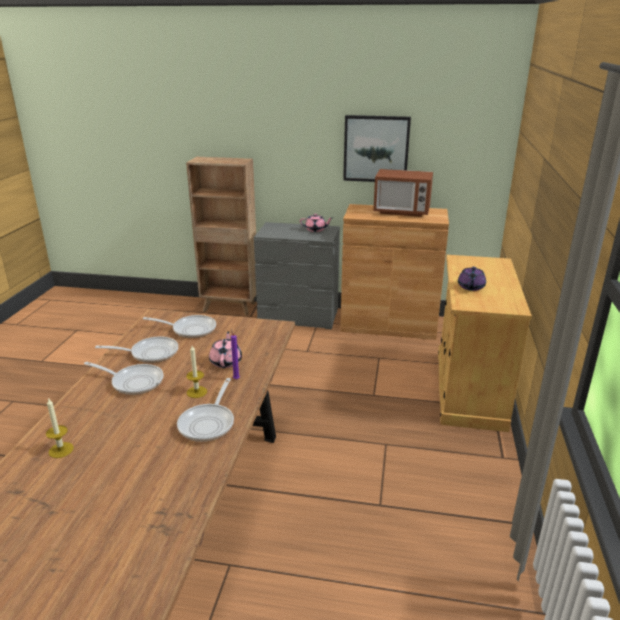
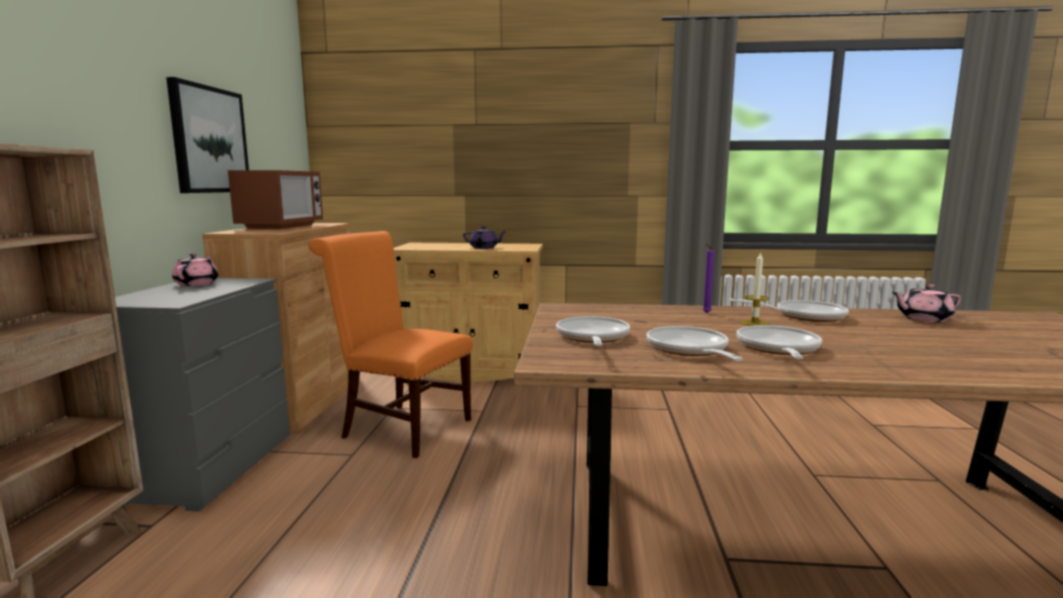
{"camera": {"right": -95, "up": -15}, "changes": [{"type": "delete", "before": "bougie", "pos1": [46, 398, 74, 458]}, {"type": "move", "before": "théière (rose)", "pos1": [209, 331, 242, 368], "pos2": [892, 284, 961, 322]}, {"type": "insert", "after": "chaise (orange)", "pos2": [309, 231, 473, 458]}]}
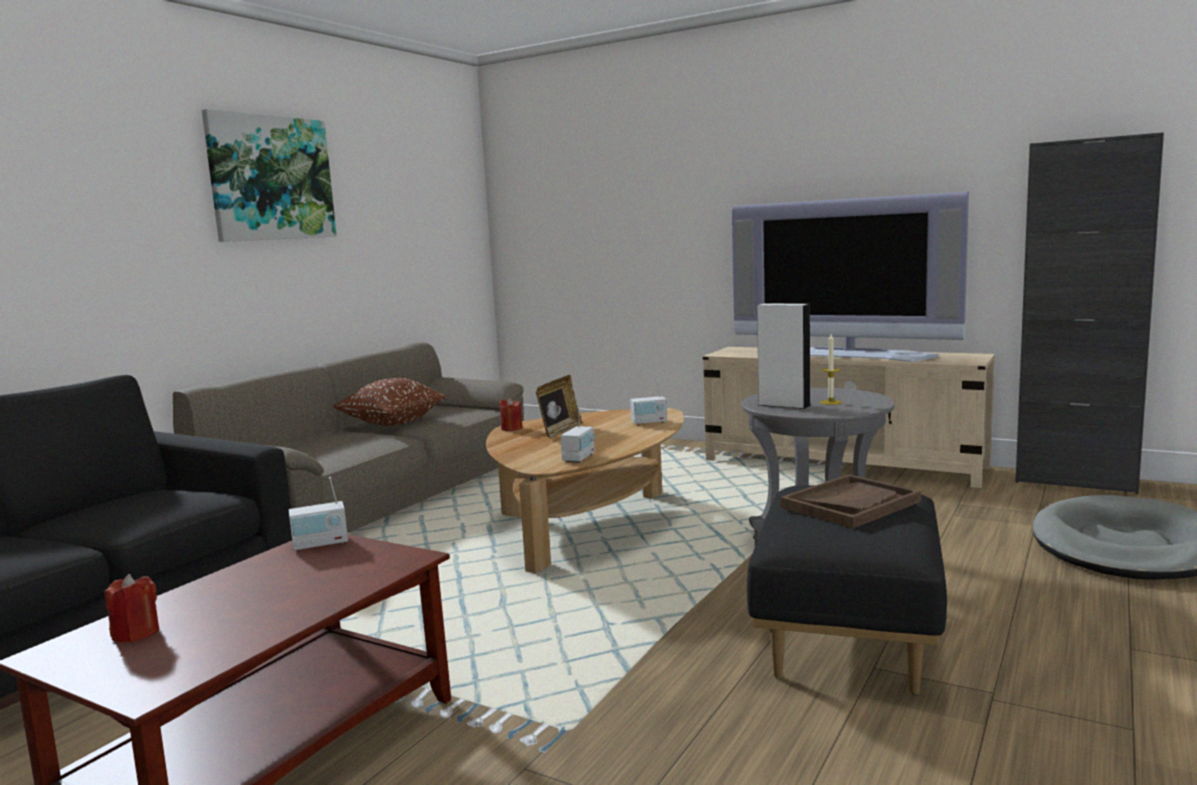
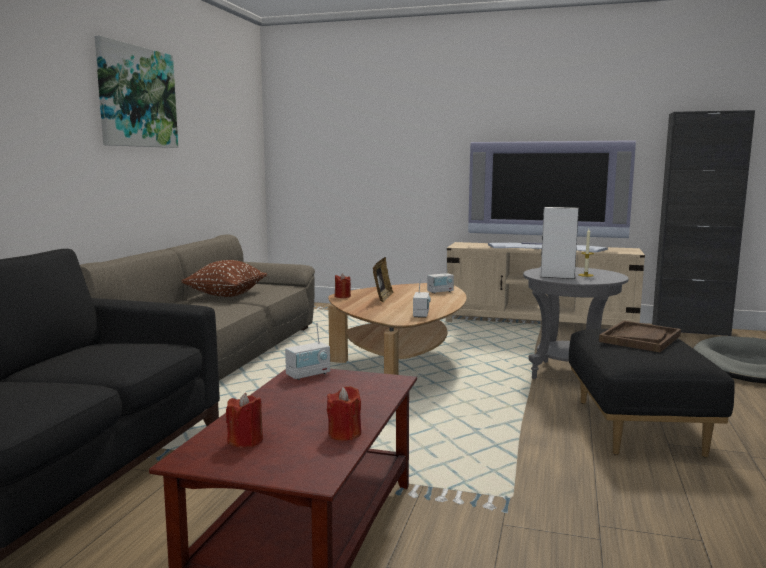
{"camera": {"right": -15, "up": 0}, "changes": [{"type": "insert", "after": "bougie (rouge)", "pos2": [327, 386, 361, 441]}]}
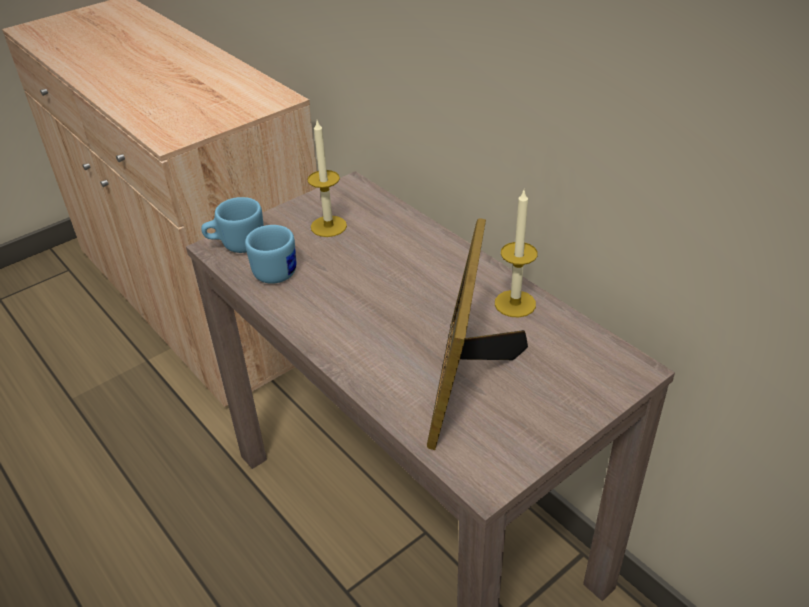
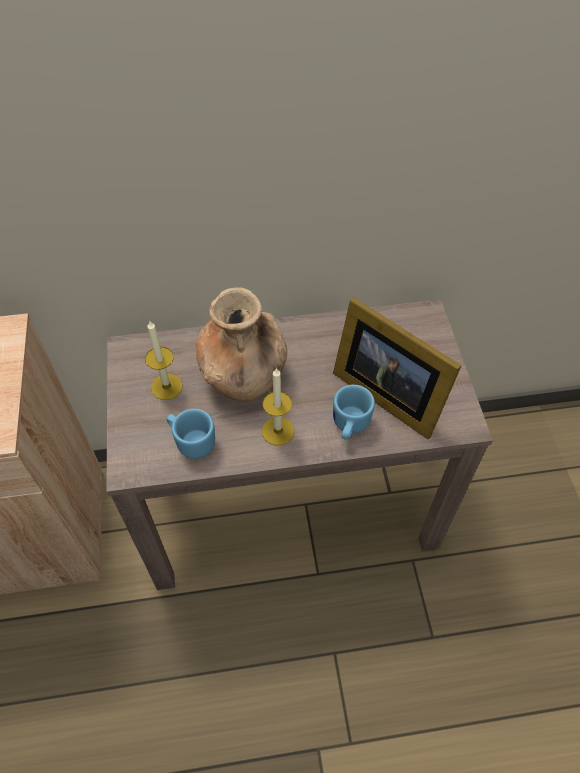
{"camera": {"right": -60, "up": 15}, "changes": [{"type": "move", "before": "mug (bleu)", "pos1": [201, 197, 264, 253], "pos2": [333, 385, 375, 440]}, {"type": "move", "before": "bougie", "pos1": [495, 190, 538, 318], "pos2": [262, 367, 295, 446]}, {"type": "insert", "after": "vase (marron)", "pos2": [196, 287, 287, 401]}]}
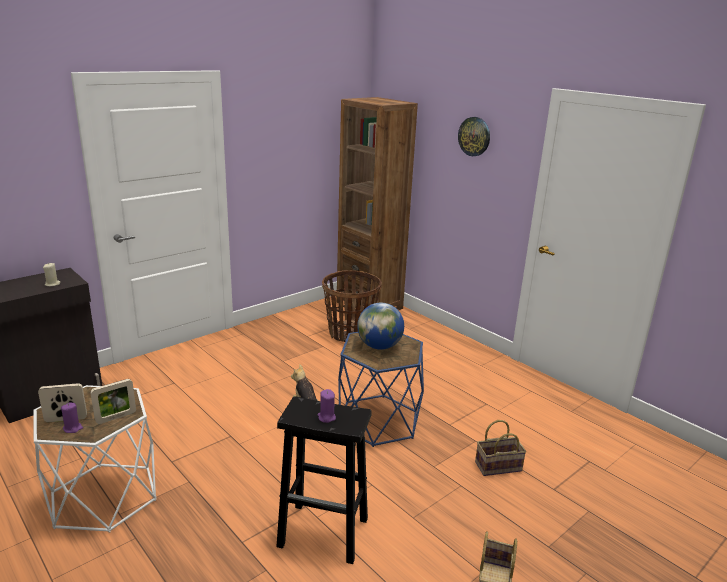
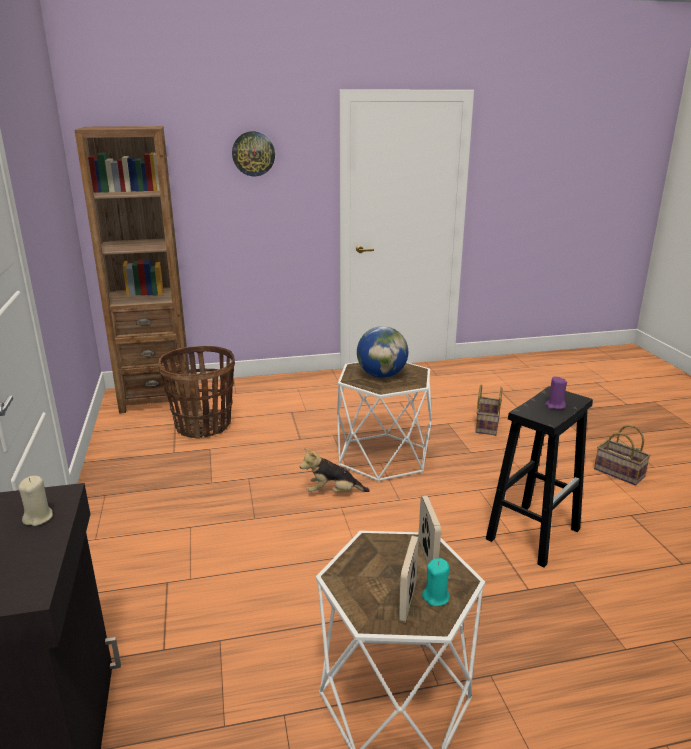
{"camera": {"right": -60, "up": 0}, "changes": [{"type": "recolor", "before": "bougie (violet)", "after": "bougie (turquoise)", "pos1": [61, 403, 83, 433], "pos2": [422, 558, 450, 606]}, {"type": "recolor", "before": "table d'appoint (bleu)", "after": "table d'appoint (blanc)", "pos1": [338, 332, 424, 447], "pos2": [337, 362, 432, 482]}]}
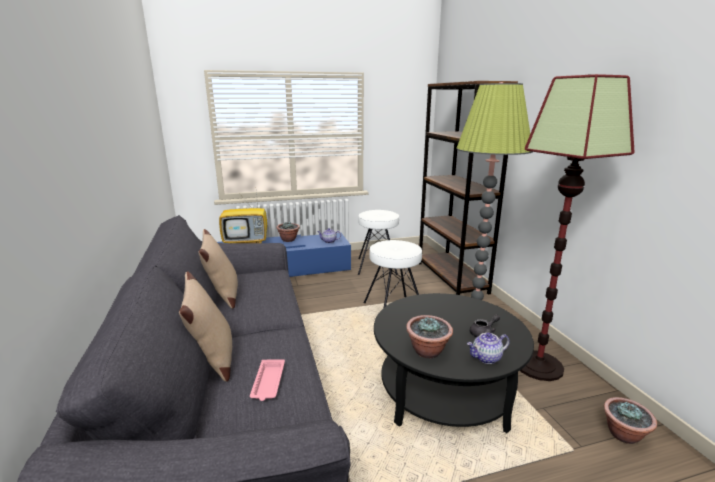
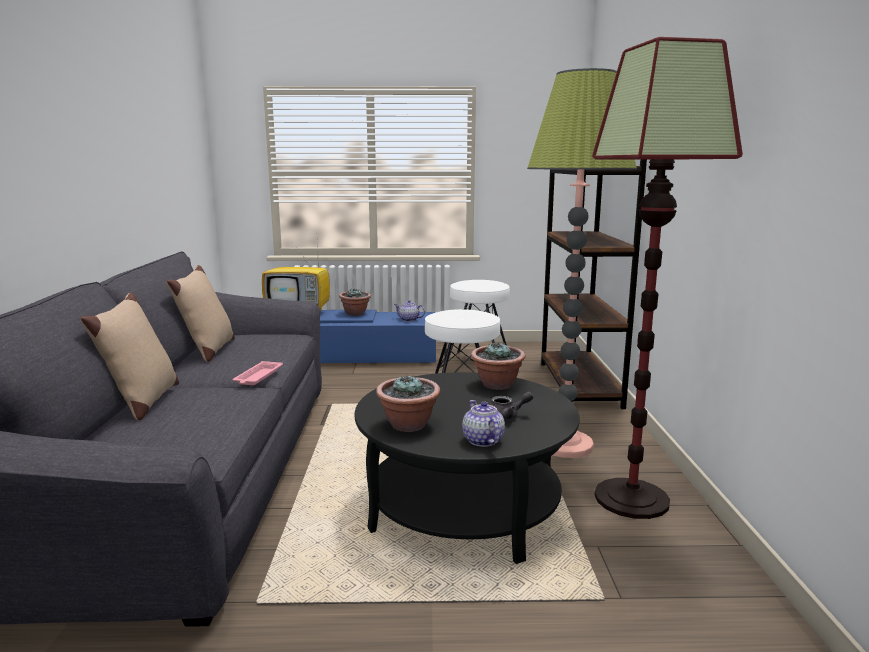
{"camera": {"right": 15, "up": -5}, "changes": [{"type": "move", "before": "plateau (rose)", "pos1": [250, 359, 285, 401], "pos2": [233, 361, 283, 385]}, {"type": "rotate", "before": "théière", "pos1": [467, 333, 510, 364], "pos2": [462, 400, 505, 447], "turn": 75}, {"type": "move", "before": "plante en pot", "pos1": [604, 397, 657, 444], "pos2": [471, 343, 525, 390]}]}
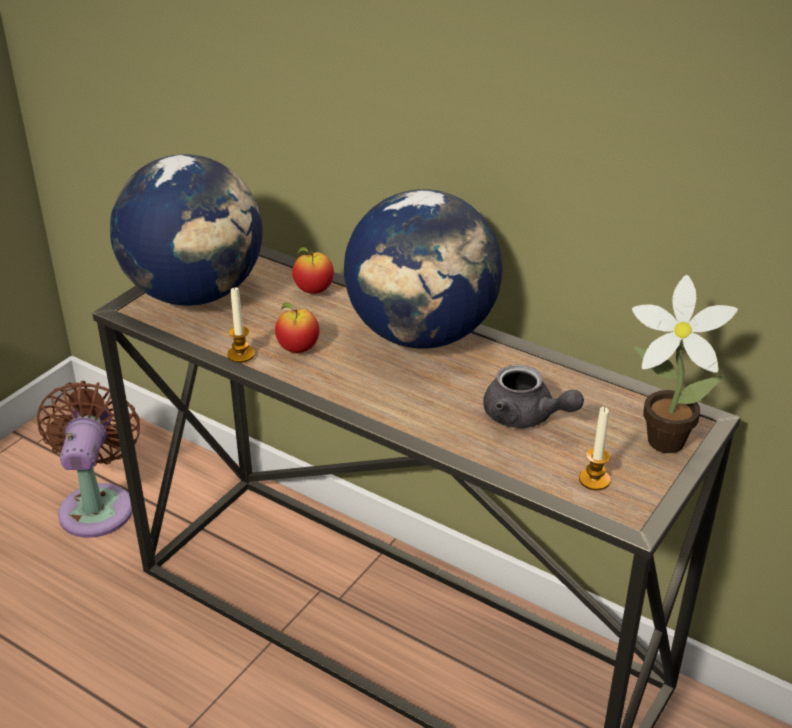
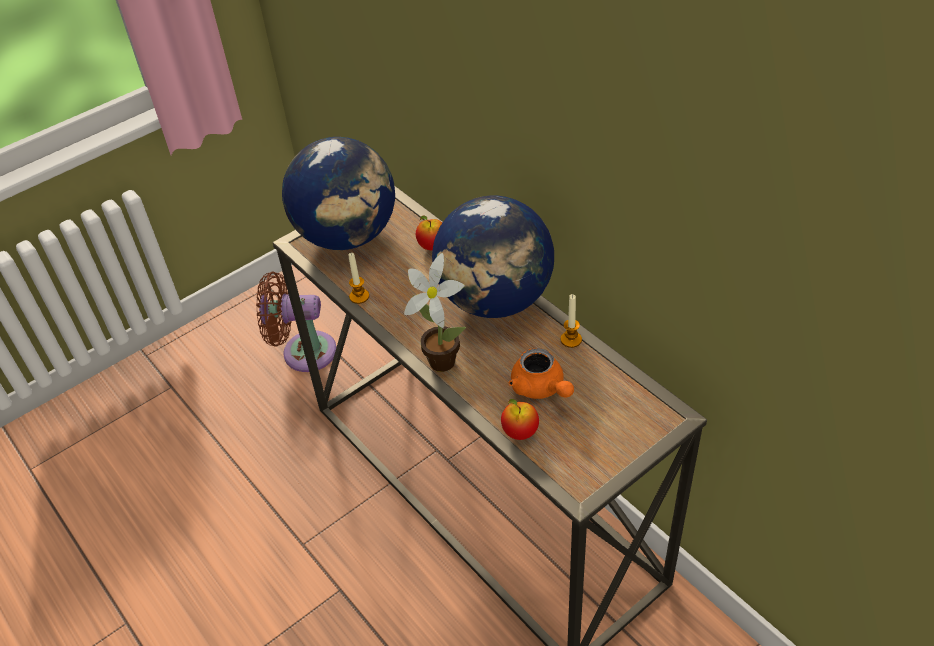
{"camera": {"right": 20, "up": 10}, "changes": [{"type": "rotate", "before": "ventilateur (marron)", "pos1": [37, 381, 140, 538], "pos2": [256, 272, 336, 372], "turn": -105}, {"type": "move", "before": "pomme", "pos1": [275, 302, 319, 353], "pos2": [501, 399, 539, 440]}, {"type": "recolor", "before": "théière (gris)", "after": "théière (orange)", "pos1": [483, 365, 584, 428], "pos2": [509, 348, 574, 399]}, {"type": "move", "before": "bougie", "pos1": [579, 407, 611, 490], "pos2": [561, 294, 582, 348]}, {"type": "move", "before": "plante en pot", "pos1": [632, 275, 738, 453], "pos2": [404, 253, 466, 372]}]}
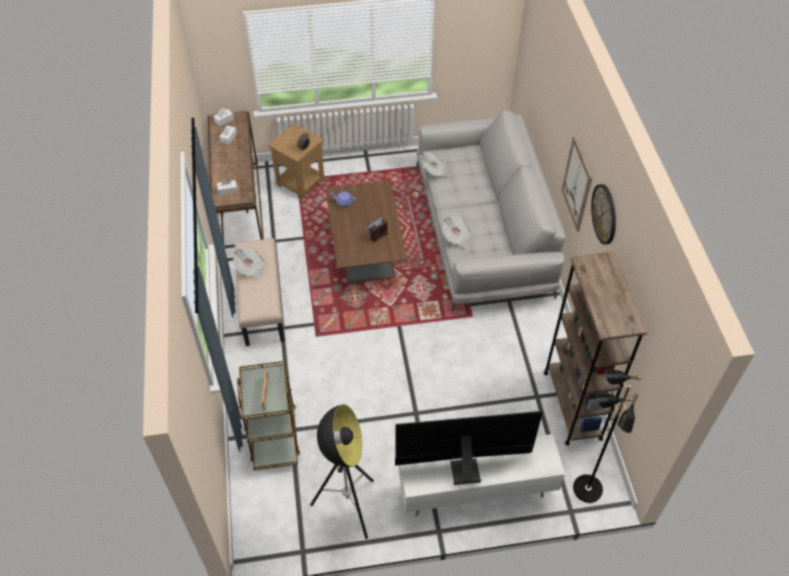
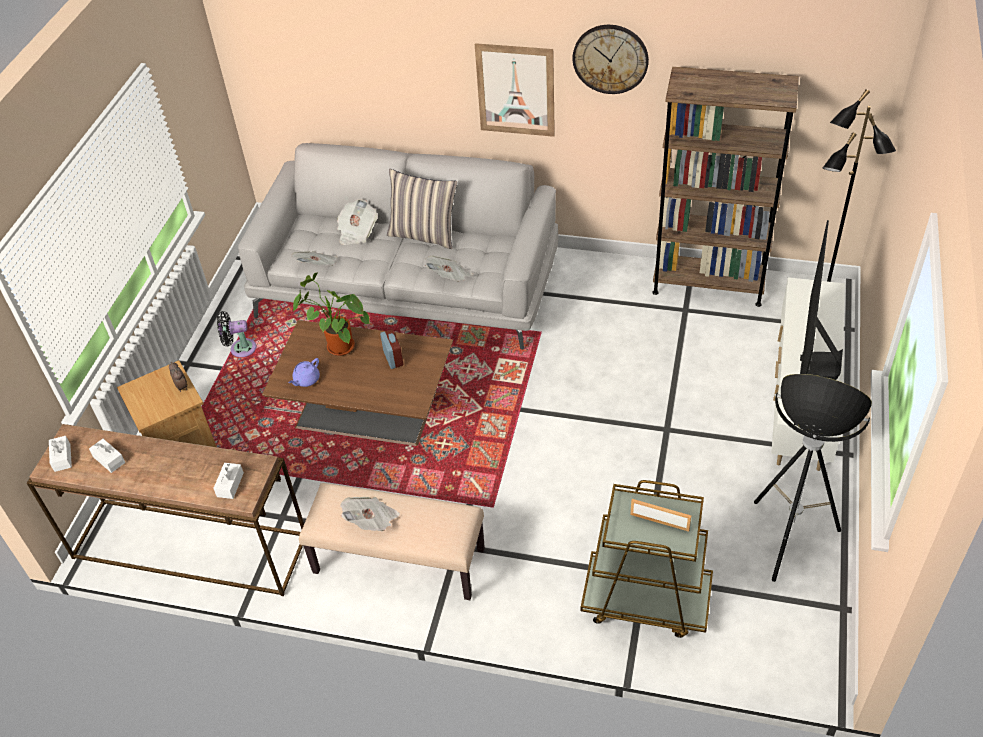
{"camera": {"right": -65, "up": -5}, "changes": [{"type": "insert", "after": "ventilateur (noir)", "pos2": [217, 311, 256, 357]}, {"type": "insert", "after": "plante en pot", "pos2": [293, 272, 370, 356]}, {"type": "insert", "after": "journal", "pos2": [337, 199, 377, 245]}, {"type": "insert", "after": "coussin", "pos2": [387, 169, 457, 249]}]}
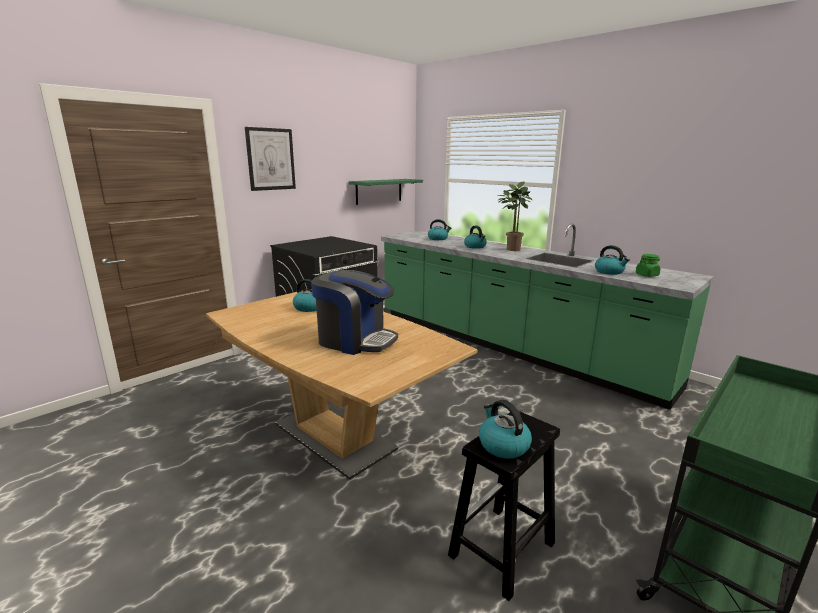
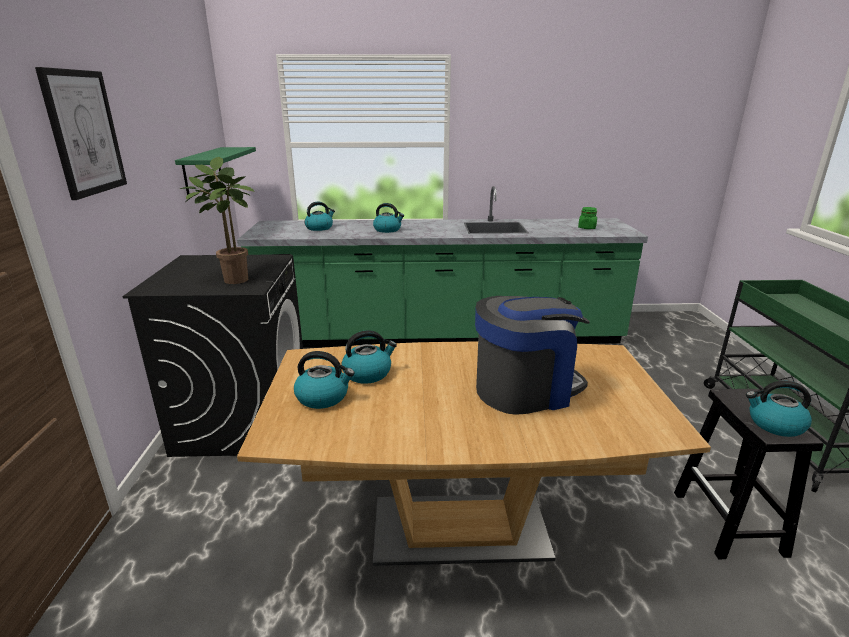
{"camera": {"right": -45, "up": 5}, "changes": [{"type": "move", "before": "plante en pot", "pos1": [498, 181, 532, 251], "pos2": [180, 157, 255, 284]}, {"type": "move", "before": "bouilloire", "pos1": [595, 245, 630, 275], "pos2": [294, 351, 355, 409]}]}
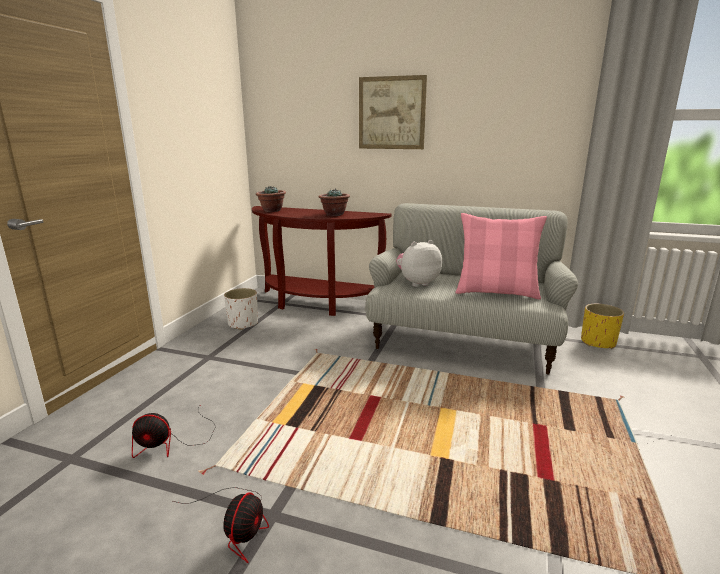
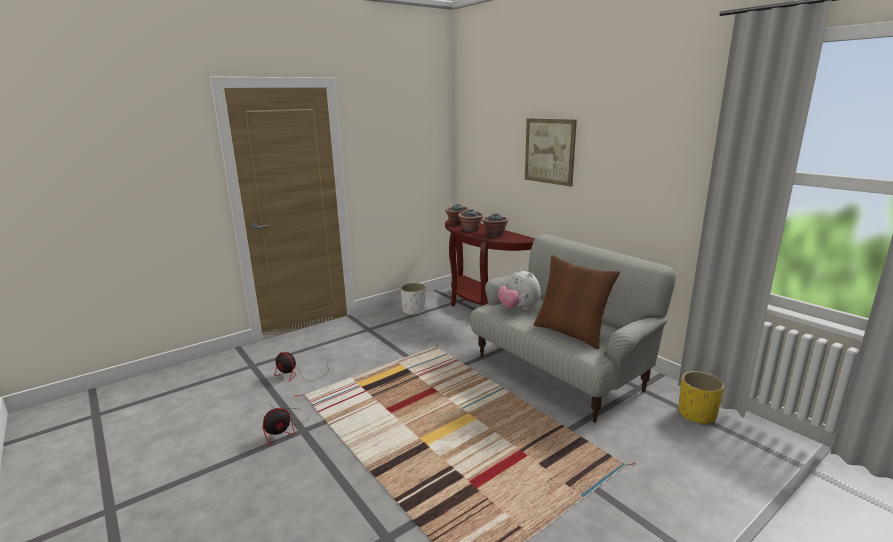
{"camera": {"right": 35, "up": 0}, "changes": [{"type": "rotate", "before": "peluche", "pos1": [396, 240, 442, 287], "pos2": [498, 268, 541, 310], "turn": -135}, {"type": "recolor", "before": "coussin (rose)", "after": "coussin (marron)", "pos1": [455, 213, 547, 300], "pos2": [533, 255, 620, 350]}, {"type": "insert", "after": "plante en pot", "pos2": [458, 210, 484, 232]}]}
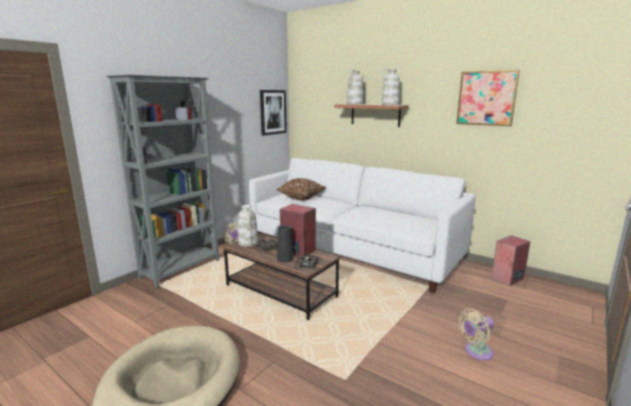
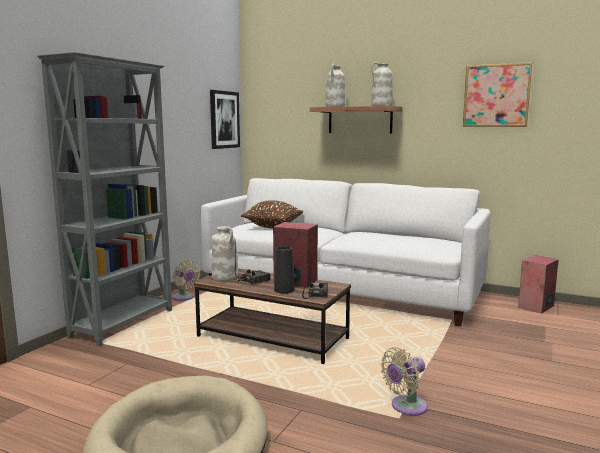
{"camera": {"right": -10, "up": -5}, "changes": [{"type": "move", "before": "ventilateur (beige)", "pos1": [458, 308, 494, 360], "pos2": [380, 347, 428, 416]}]}
